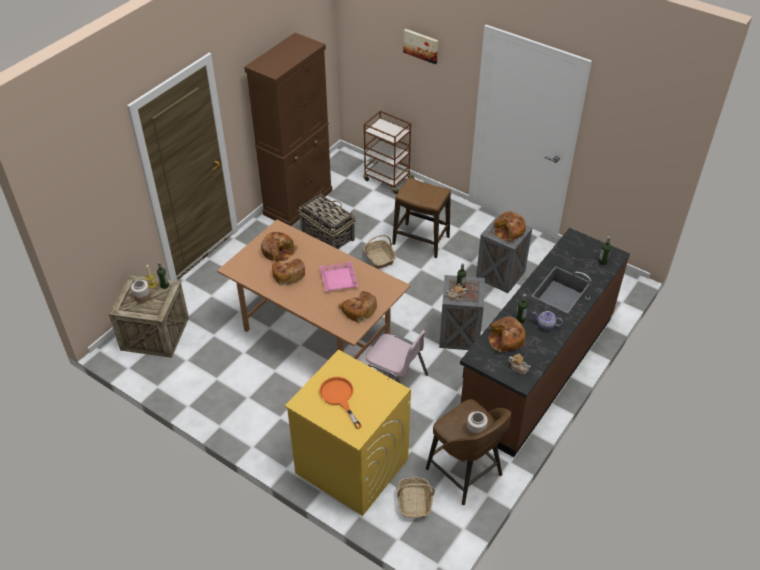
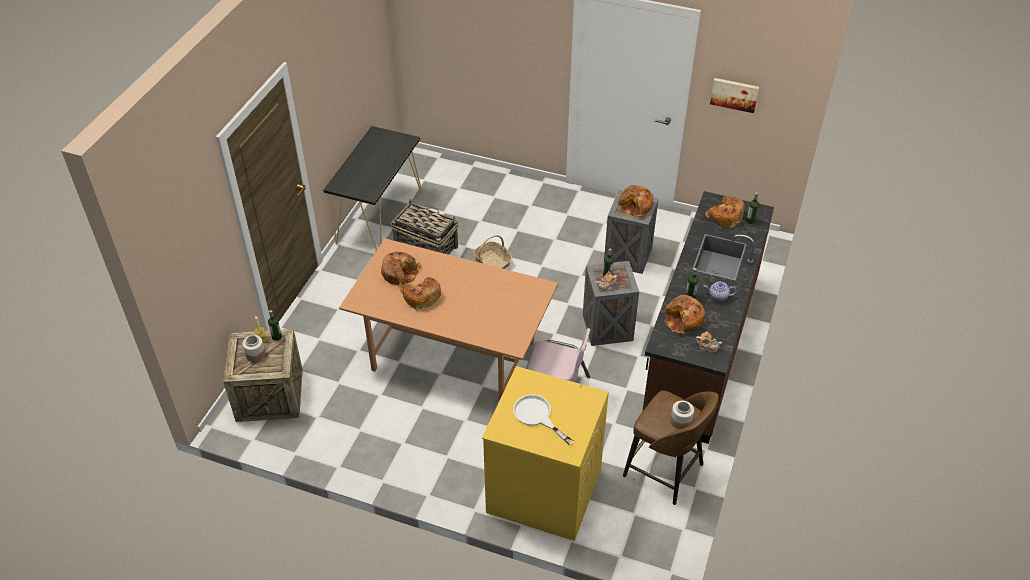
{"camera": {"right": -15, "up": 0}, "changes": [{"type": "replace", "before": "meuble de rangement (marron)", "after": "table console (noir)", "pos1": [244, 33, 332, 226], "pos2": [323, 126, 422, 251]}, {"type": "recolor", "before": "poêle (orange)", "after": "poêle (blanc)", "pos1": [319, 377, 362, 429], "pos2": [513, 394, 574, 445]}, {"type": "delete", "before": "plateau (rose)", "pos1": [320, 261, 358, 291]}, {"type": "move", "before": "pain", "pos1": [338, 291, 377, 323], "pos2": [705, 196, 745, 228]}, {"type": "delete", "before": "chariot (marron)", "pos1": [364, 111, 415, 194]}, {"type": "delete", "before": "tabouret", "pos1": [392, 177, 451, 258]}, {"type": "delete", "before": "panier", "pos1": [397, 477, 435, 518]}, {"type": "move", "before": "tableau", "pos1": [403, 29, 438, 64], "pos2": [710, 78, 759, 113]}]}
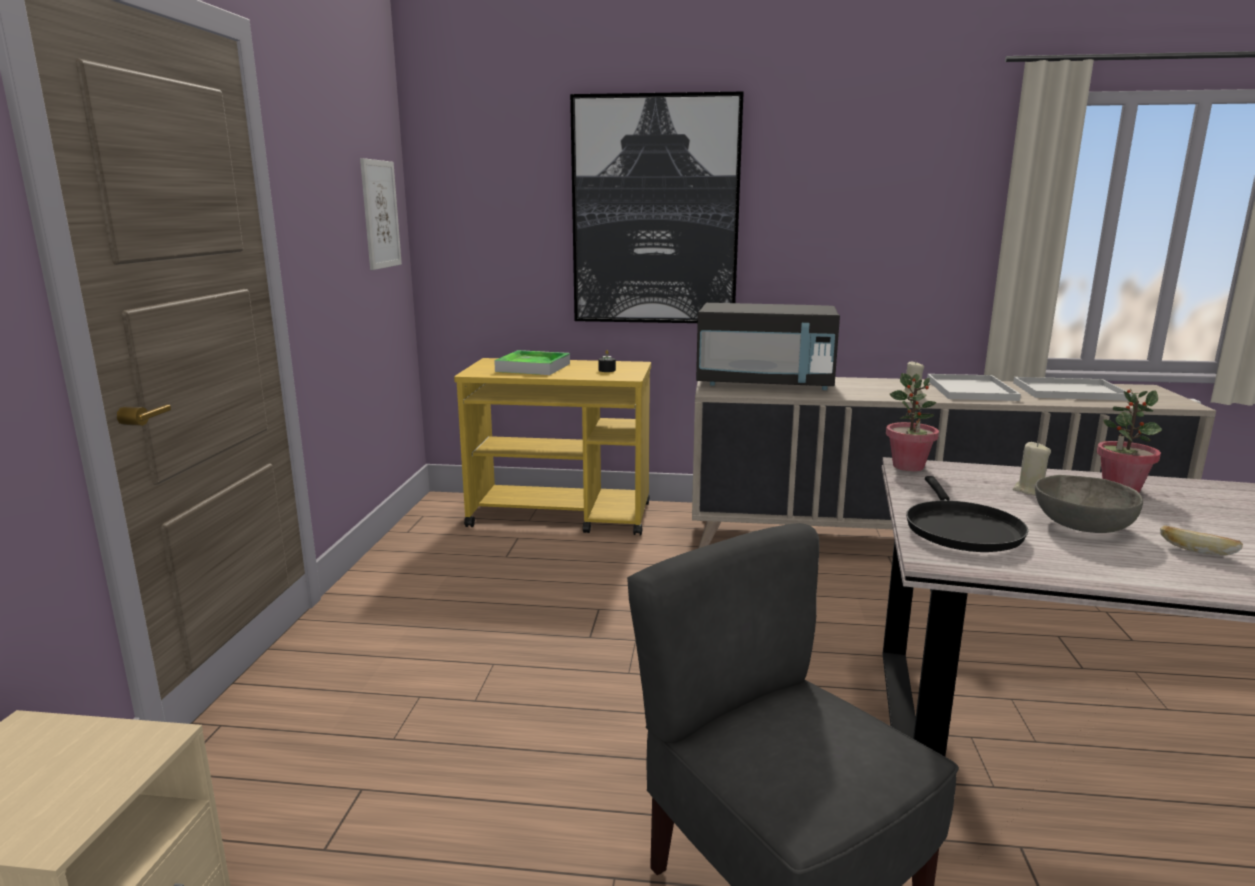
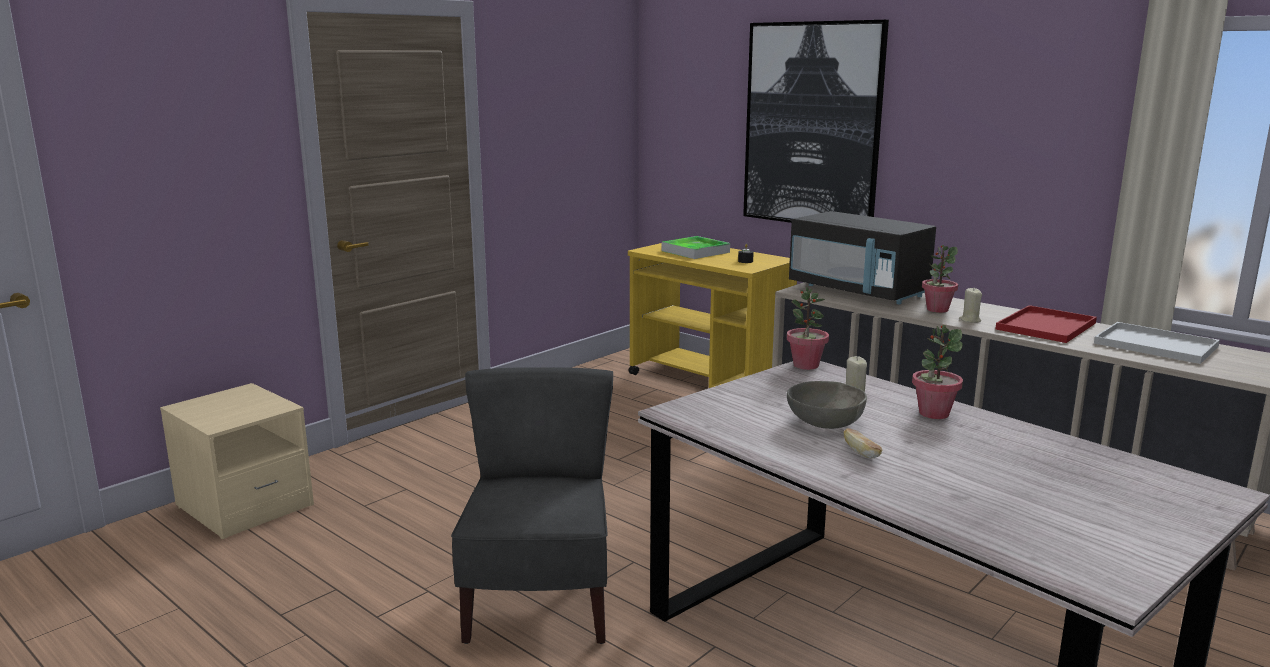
{"camera": {"right": 35, "up": 0}, "changes": [{"type": "delete", "before": "tableau", "pos1": [360, 158, 402, 270]}, {"type": "delete", "before": "poêle (noir)", "pos1": [906, 476, 1028, 552]}, {"type": "recolor", "before": "plateau (blanc)", "after": "plateau (rouge)", "pos1": [927, 374, 1021, 401], "pos2": [995, 305, 1097, 343]}, {"type": "insert", "after": "plante en pot", "pos2": [922, 245, 958, 313]}]}
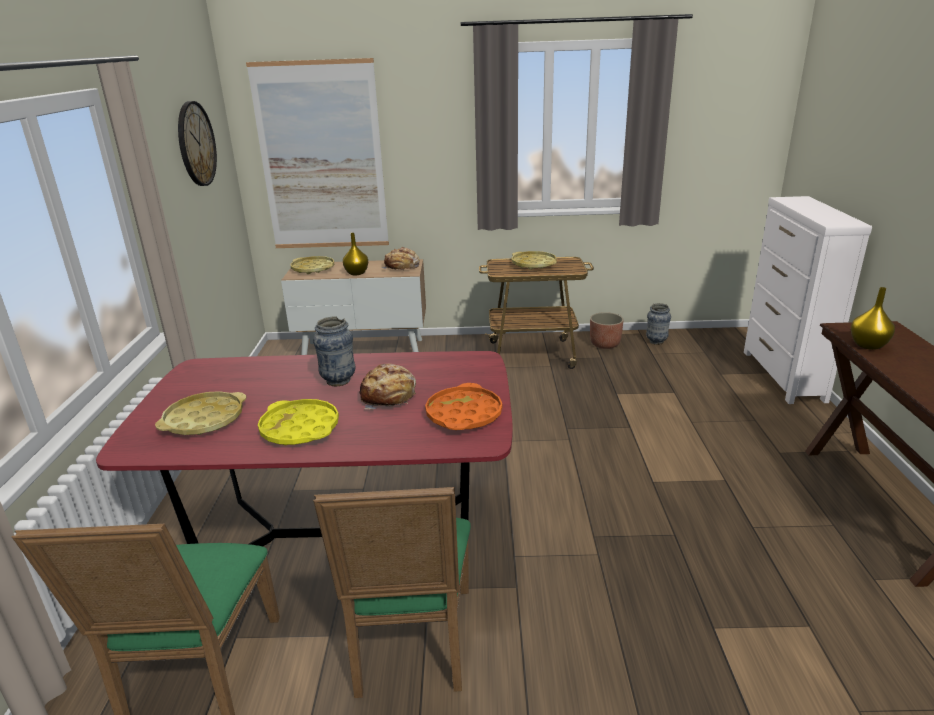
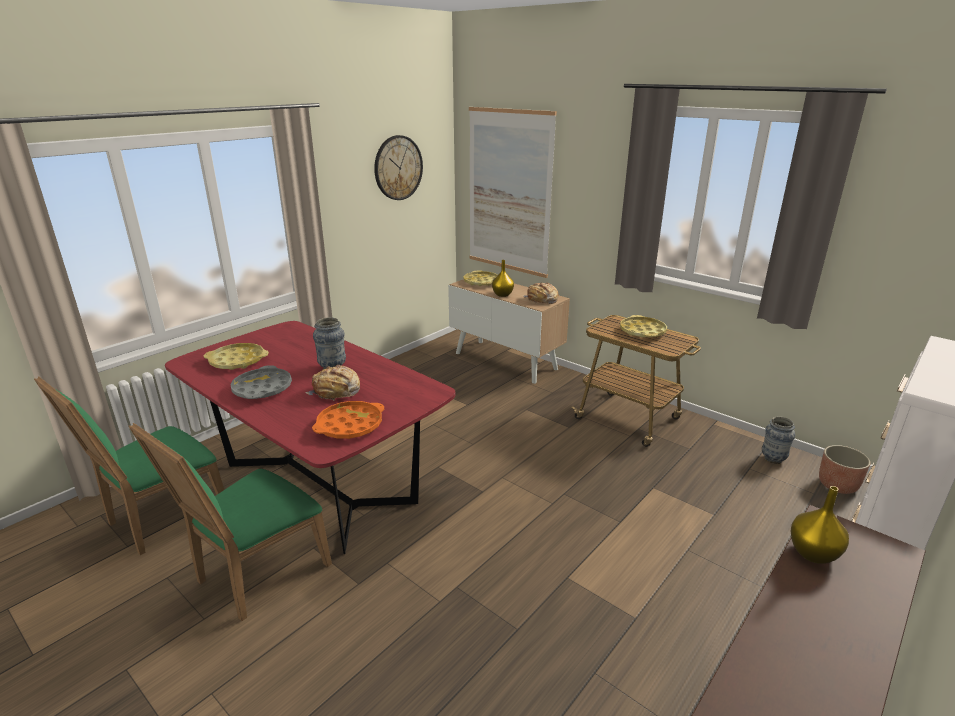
{"camera": {"right": 40, "up": 0}, "changes": [{"type": "recolor", "before": "plateau (jaune)", "after": "plateau (gris)", "pos1": [258, 399, 339, 445], "pos2": [231, 365, 292, 399]}, {"type": "move", "before": "cache-pot", "pos1": [590, 312, 624, 349], "pos2": [819, 445, 870, 494]}]}
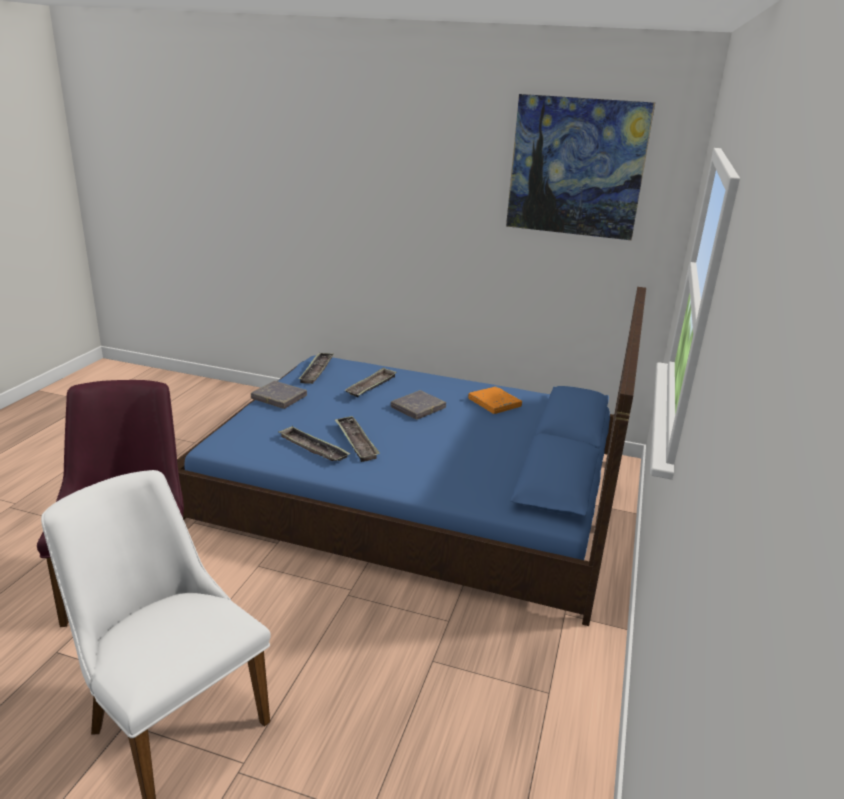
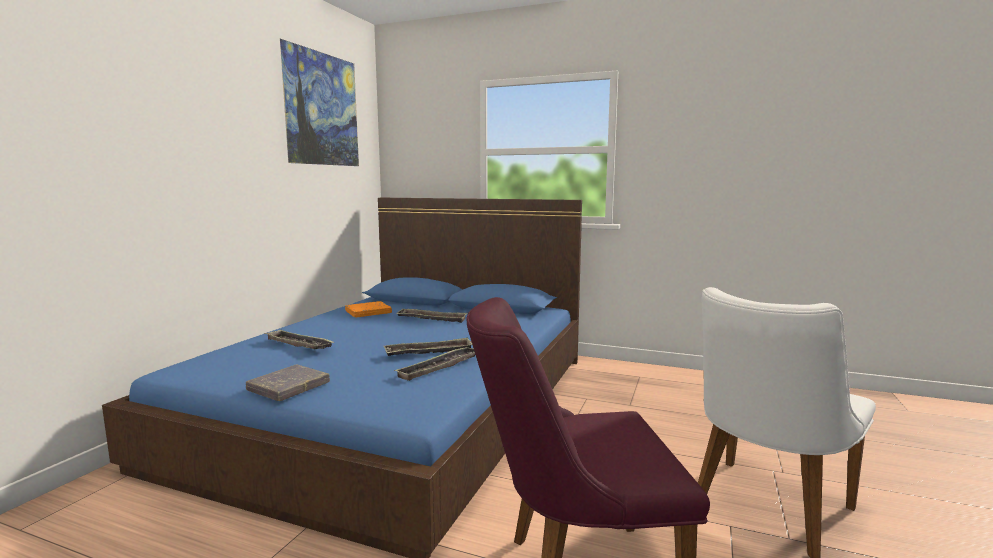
{"camera": {"right": -85, "up": -15}, "changes": [{"type": "move", "before": "plateau", "pos1": [298, 353, 333, 384], "pos2": [396, 308, 467, 323]}, {"type": "delete", "before": "livre (gris)", "pos1": [391, 390, 446, 419]}]}
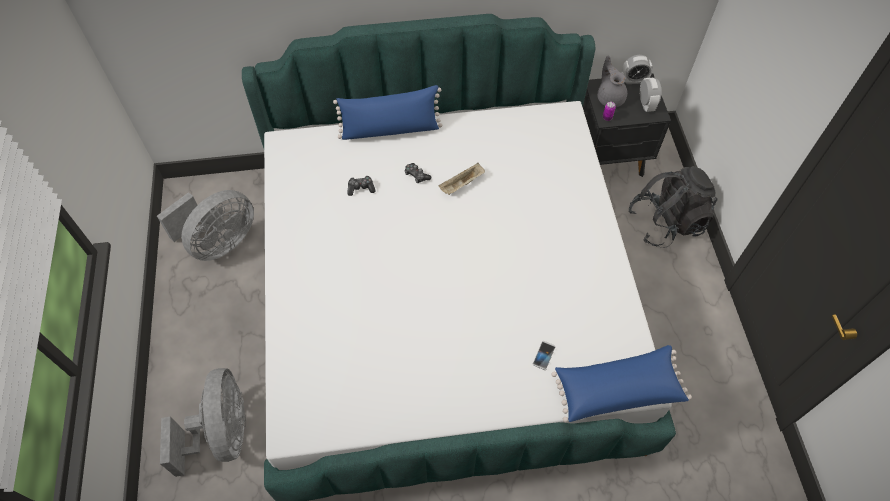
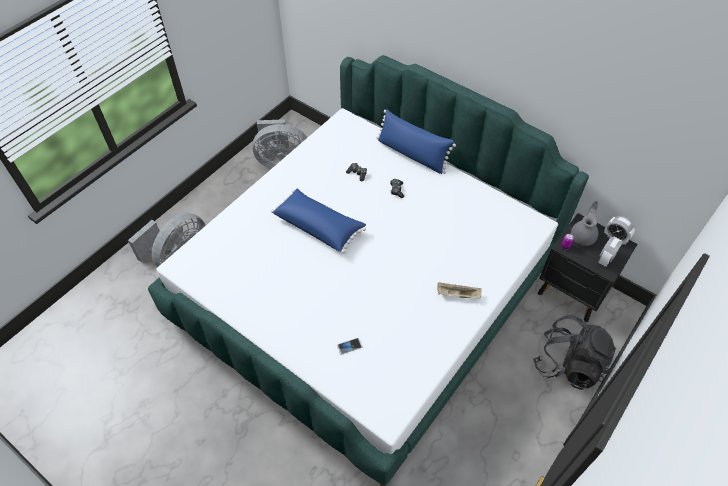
{"camera": {"right": 45, "up": -5}, "changes": [{"type": "move", "before": "plateau (beige)", "pos1": [439, 163, 485, 195], "pos2": [437, 282, 482, 298]}, {"type": "move", "before": "coussin (bleu)", "pos1": [551, 345, 692, 422], "pos2": [271, 189, 366, 253]}]}
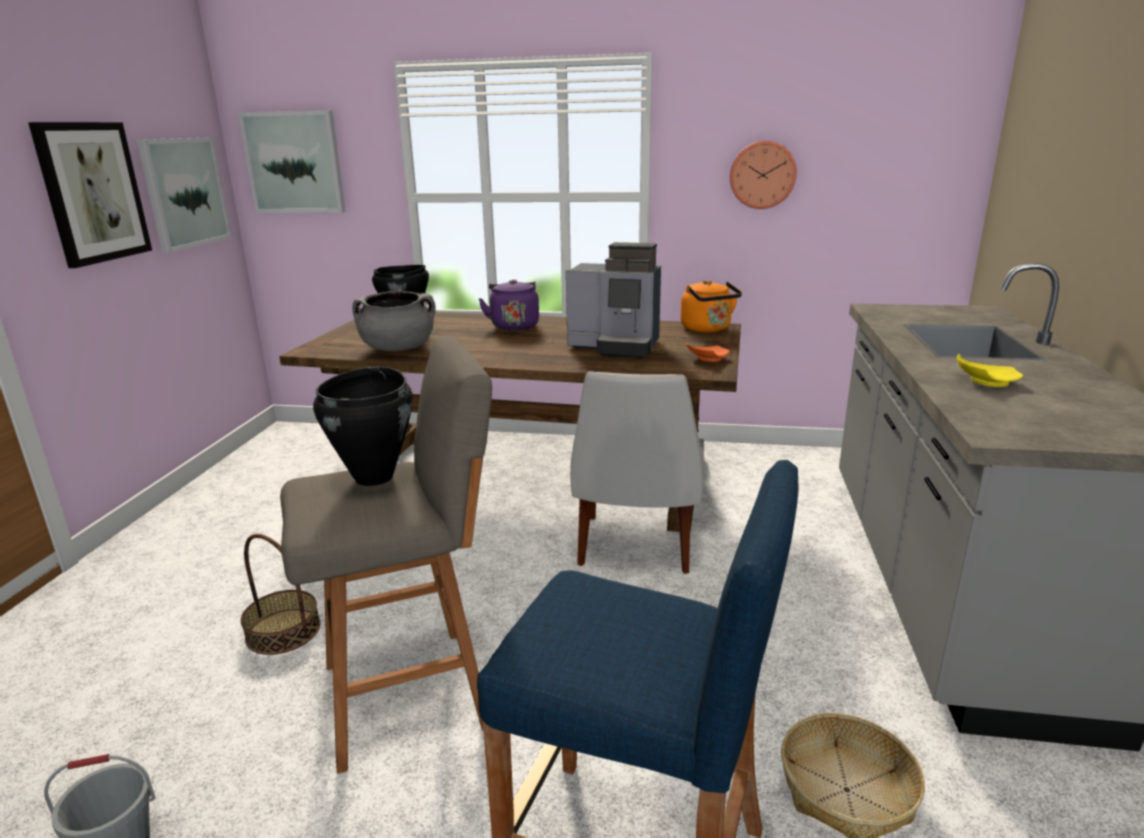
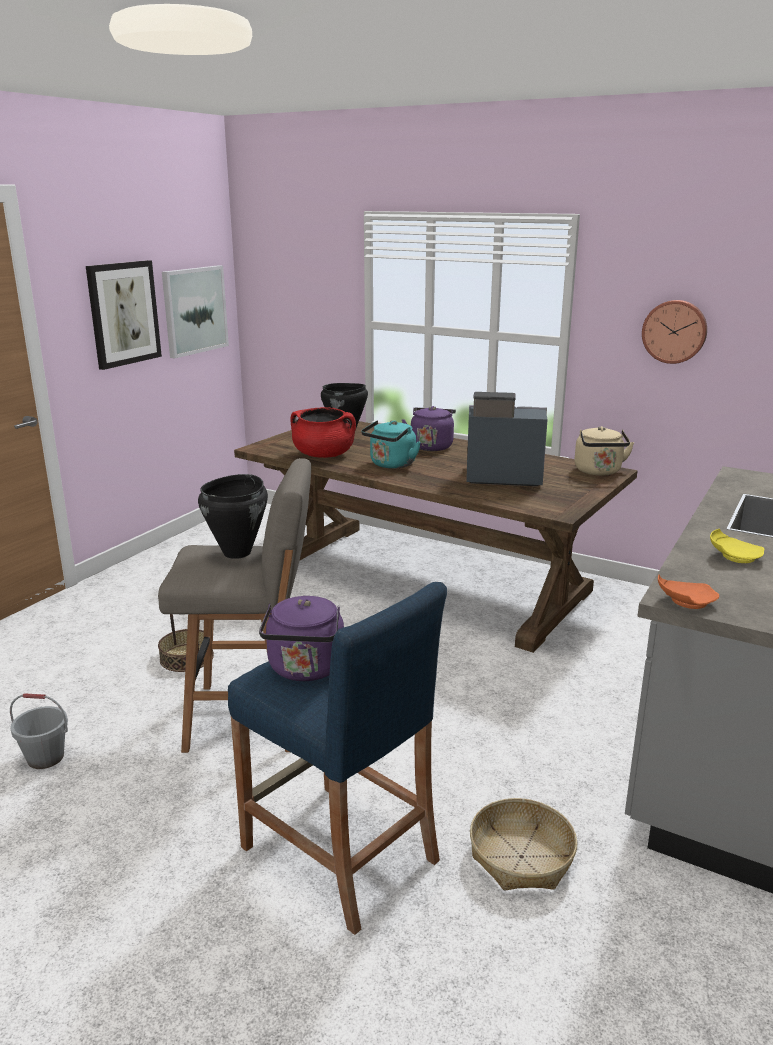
{"camera": {"right": 20, "up": 0}, "changes": [{"type": "delete", "before": "tableau", "pos1": [238, 110, 345, 213]}, {"type": "recolor", "before": "marmite (gris)", "after": "marmite (rouge)", "pos1": [352, 291, 436, 351], "pos2": [290, 407, 356, 458]}, {"type": "rotate", "before": "machine à café", "pos1": [566, 242, 661, 358], "pos2": [466, 392, 548, 486], "turn": 150}, {"type": "delete", "before": "chaise (blanc)", "pos1": [570, 372, 704, 574]}, {"type": "recolor", "before": "bouilloire (orange)", "after": "bouilloire (beige)", "pos1": [681, 280, 742, 333], "pos2": [574, 426, 634, 476]}, {"type": "move", "before": "assiette (orange)", "pos1": [687, 343, 730, 362], "pos2": [658, 575, 720, 609]}, {"type": "insert", "after": "bouilloire (violet)", "pos2": [259, 596, 344, 681]}, {"type": "insert", "after": "bouilloire (turquoise)", "pos2": [361, 420, 421, 469]}]}
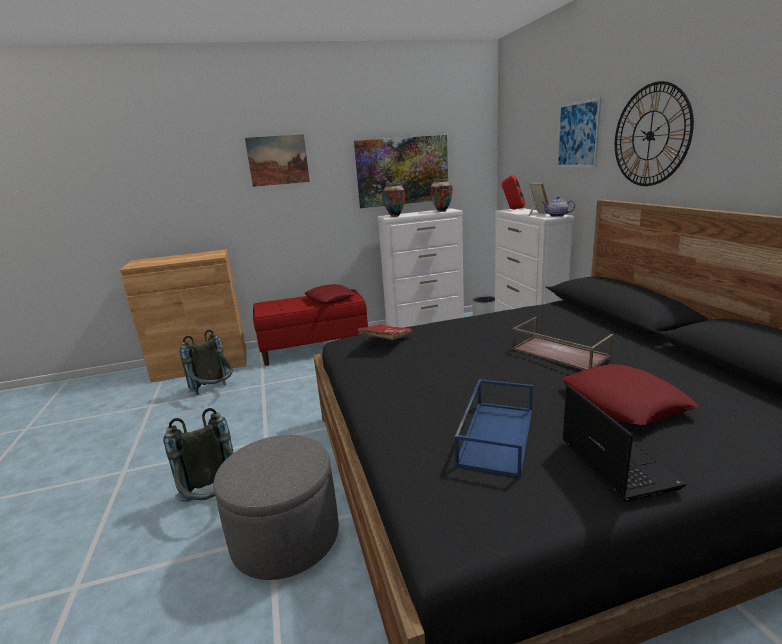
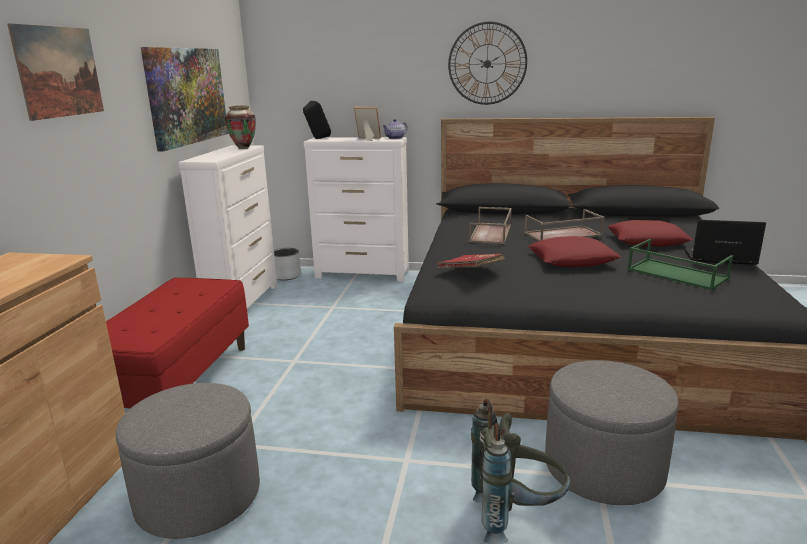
{"camera": {"right": -65, "up": 0}, "changes": [{"type": "replace", "before": "sac à dos (gris)", "after": "pouf (gris)", "pos1": [179, 330, 233, 395], "pos2": [116, 383, 260, 539]}, {"type": "move", "before": "coussin (rouge)", "pos1": [305, 284, 355, 304], "pos2": [528, 236, 621, 268]}, {"type": "delete", "before": "vase", "pos1": [382, 183, 405, 217]}, {"type": "recolor", "before": "plateau (bleu)", "after": "plateau (vert)", "pos1": [455, 379, 533, 478], "pos2": [627, 239, 733, 290]}, {"type": "recolor", "before": "enceinte (rouge)", "after": "enceinte (noir)", "pos1": [502, 175, 525, 209], "pos2": [303, 101, 331, 139]}, {"type": "delete", "before": "tableau", "pos1": [557, 98, 601, 167]}, {"type": "insert", "after": "plateau (marron)", "pos2": [469, 207, 512, 244]}]}
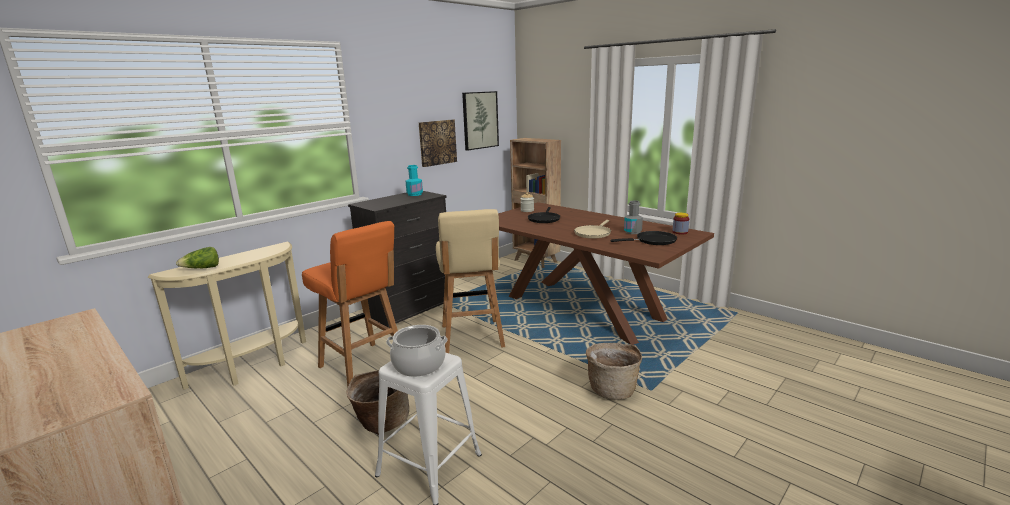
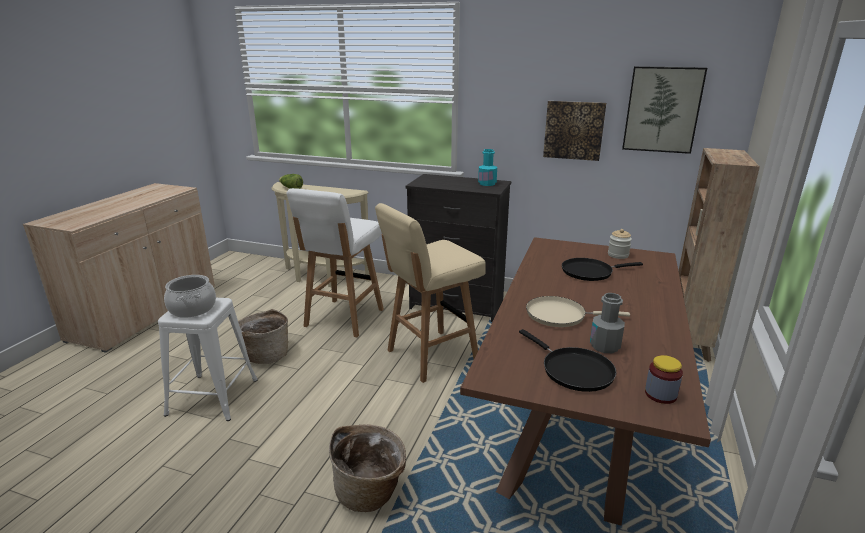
{"camera": {"right": 65, "up": 5}, "changes": [{"type": "recolor", "before": "tabouret (orange)", "after": "tabouret (blanc)", "pos1": [302, 221, 398, 387], "pos2": [286, 188, 384, 337]}]}
